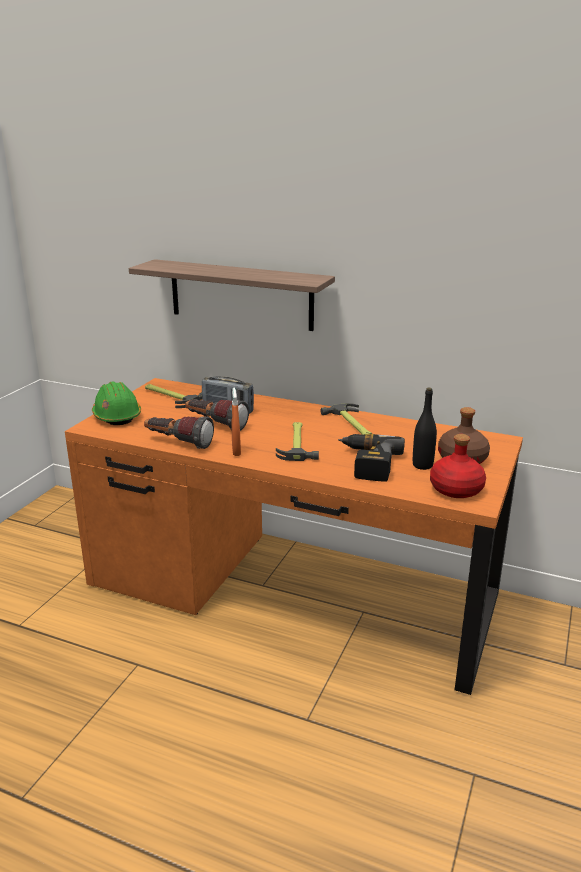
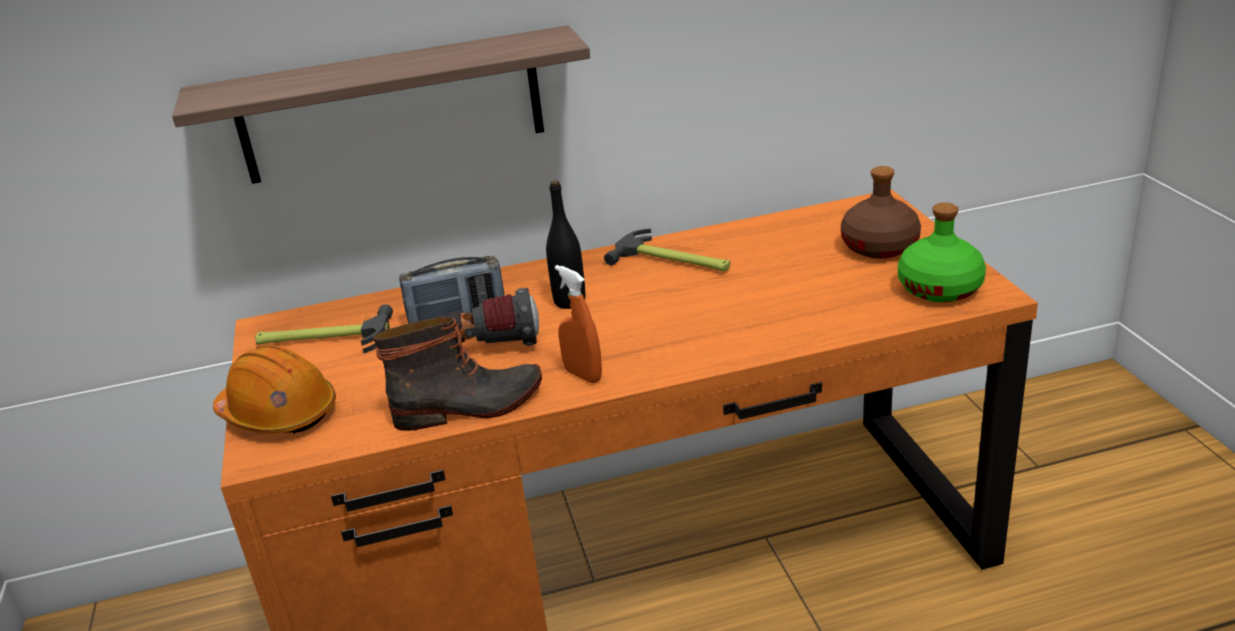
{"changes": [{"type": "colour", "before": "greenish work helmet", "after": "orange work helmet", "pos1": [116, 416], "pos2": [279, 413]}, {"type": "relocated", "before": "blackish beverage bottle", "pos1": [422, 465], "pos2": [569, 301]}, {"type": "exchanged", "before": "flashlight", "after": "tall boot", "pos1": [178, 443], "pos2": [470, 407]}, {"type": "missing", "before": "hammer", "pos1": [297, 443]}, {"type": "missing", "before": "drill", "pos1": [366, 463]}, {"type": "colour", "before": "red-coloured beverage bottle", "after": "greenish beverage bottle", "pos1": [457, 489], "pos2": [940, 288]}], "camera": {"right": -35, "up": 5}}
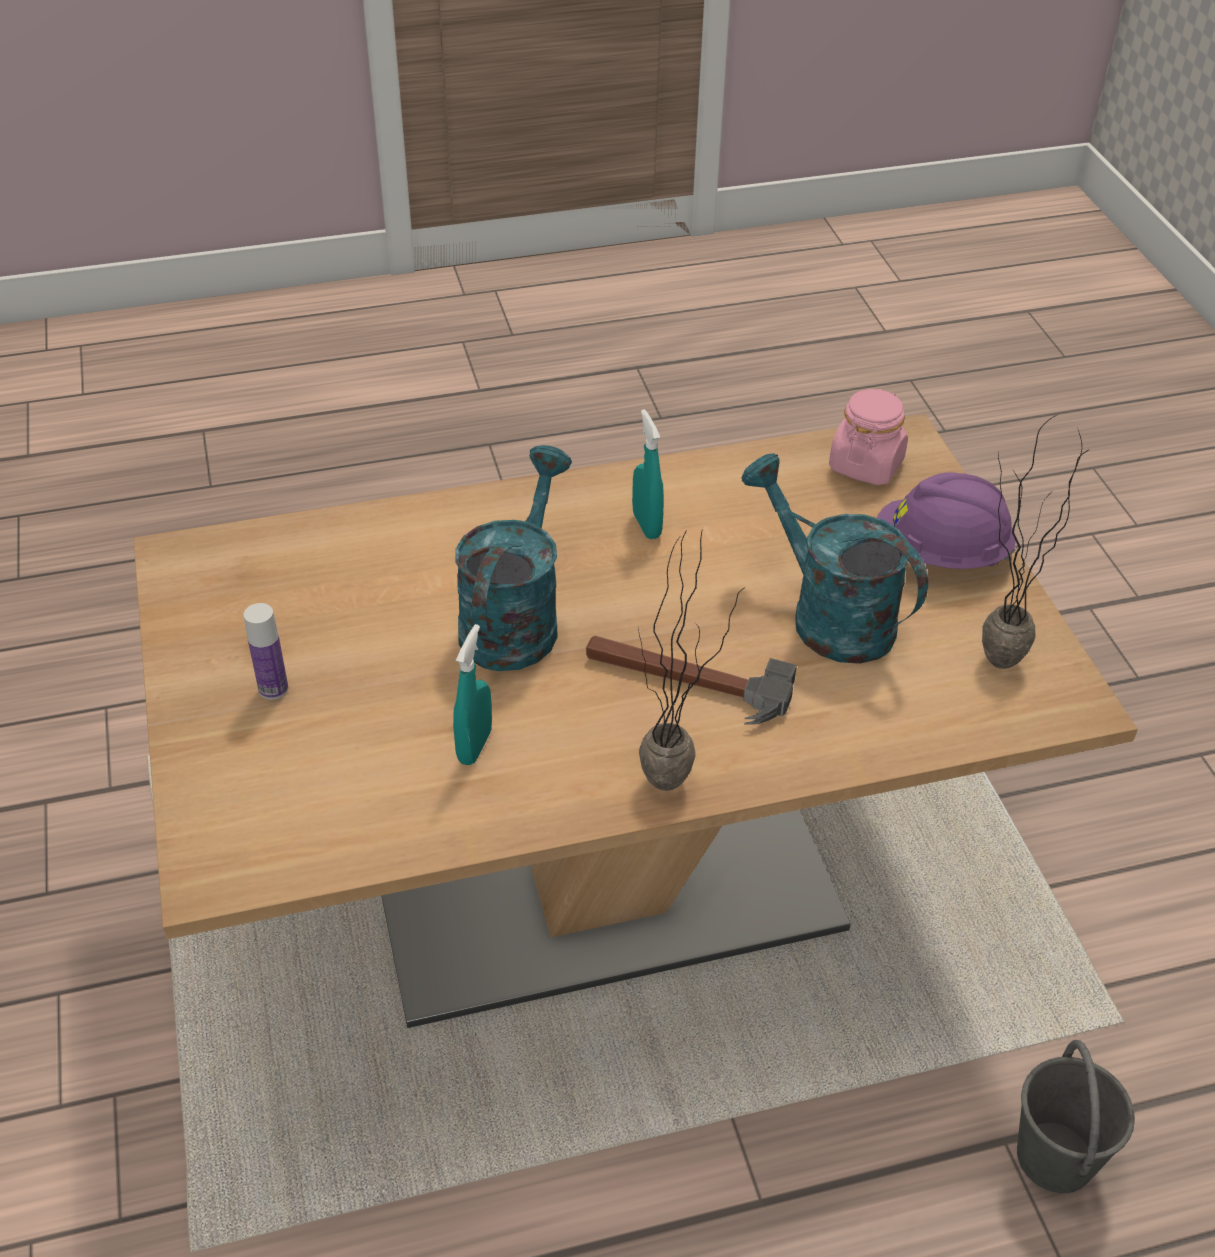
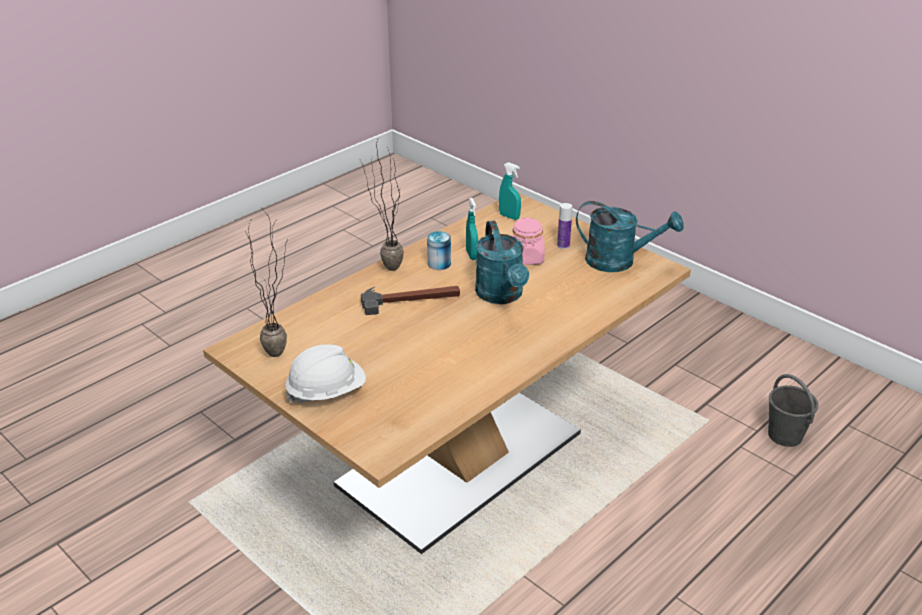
{"changes": [{"type": "relocated", "before": "pink-coloured jar", "pos1": [866, 465], "pos2": [526, 258]}, {"type": "relocated", "before": "turquoise-coloured hand sprayer", "pos1": [646, 525], "pos2": [509, 216]}, {"type": "relocated", "before": "turquoise-coloured watering can", "pos1": [828, 615], "pos2": [619, 261]}, {"type": "colour", "before": "purplish work helmet", "after": "whitish work helmet", "pos1": [939, 555], "pos2": [326, 392]}, {"type": "relocated", "before": "greyish bucket", "pos1": [1054, 1156], "pos2": [785, 436]}, {"type": "appeared", "after": "sealed can", "pos2": [439, 263]}], "camera": {"right": 150, "up": -10}}
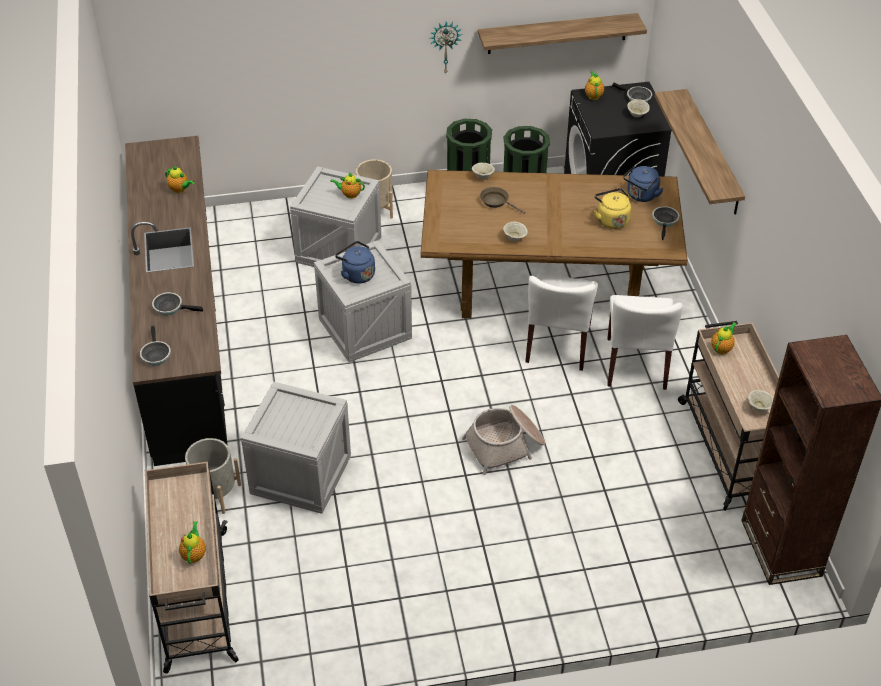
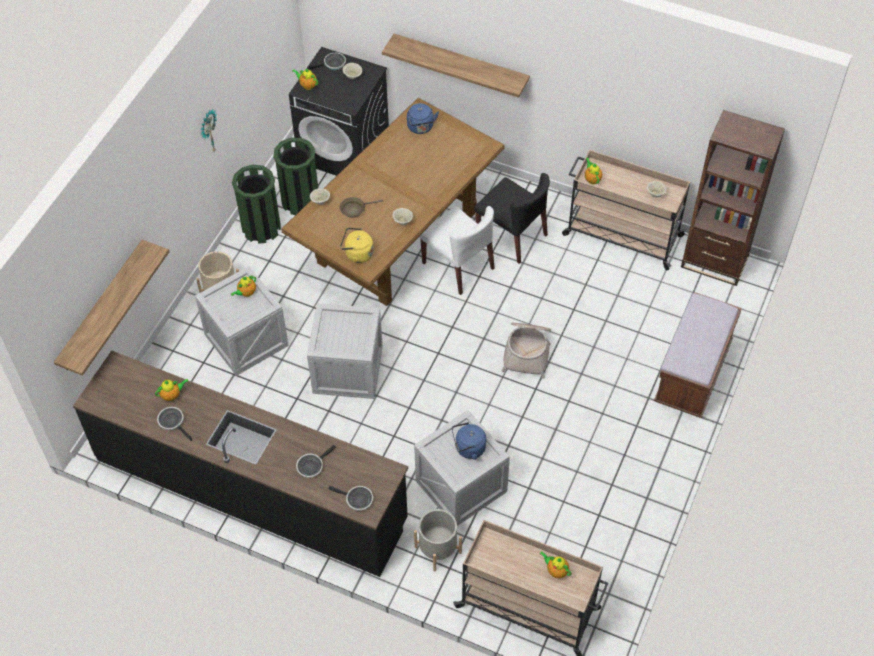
{"changes": [{"type": "relocated", "before": "wall shelf", "pos1": [557, 33], "pos2": [102, 307]}, {"type": "relocated", "before": "yellow-coloured kettle", "pos1": [611, 220], "pos2": [357, 254]}, {"type": "relocated", "before": "frying pan", "pos1": [665, 221], "pos2": [173, 422]}, {"type": "relocated", "before": "bluish kettle", "pos1": [356, 274], "pos2": [468, 448]}, {"type": "colour", "before": "whitish plain chair", "after": "blackish plain chair", "pos1": [636, 364], "pos2": [512, 236]}, {"type": "appeared", "after": "brown bench", "pos2": [693, 373]}], "camera": {"right": -55, "up": 10}}
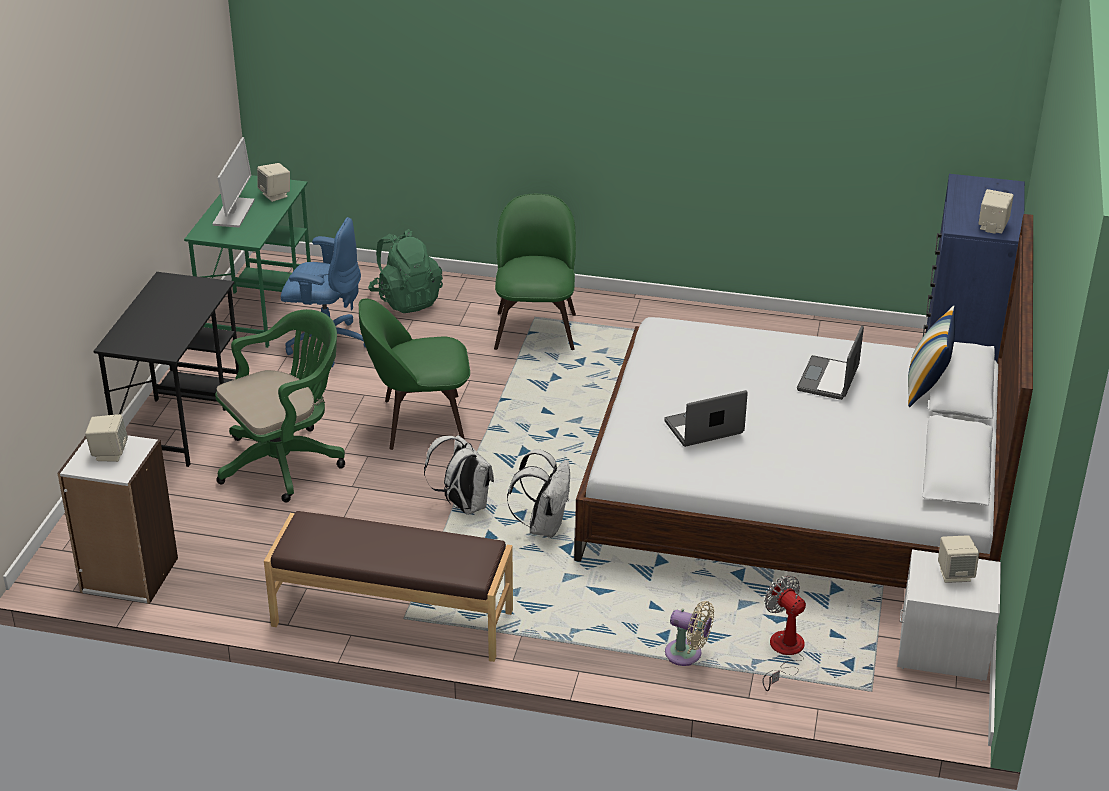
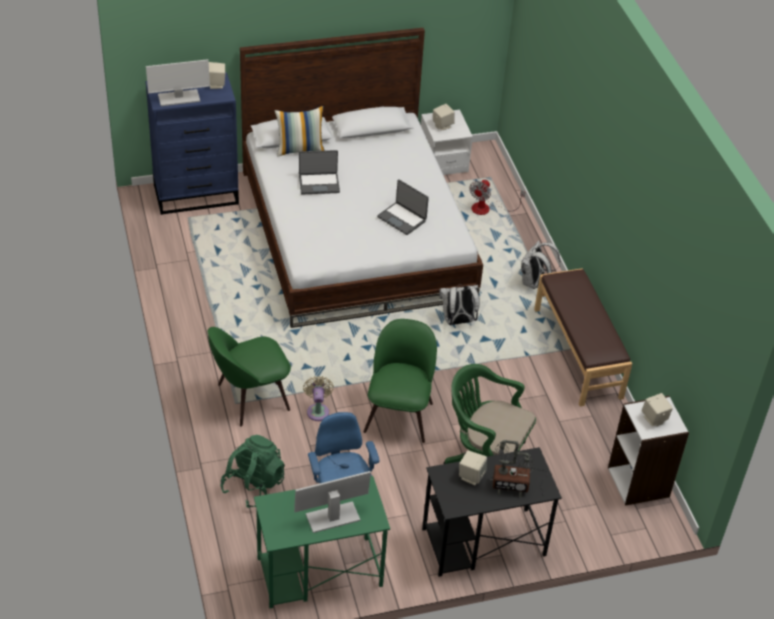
{"changes": [{"type": "relocated", "before": "beige-coloured loudspeaker", "pos1": [275, 195], "pos2": [471, 476]}, {"type": "spun", "before": "greenish plain chair", "pos1": [419, 422], "pos2": [399, 414], "turn": -135}, {"type": "relocated", "before": "whitish rucksack", "pos1": [463, 505], "pos2": [534, 283]}, {"type": "relocated", "before": "beige-coloured fan", "pos1": [687, 654], "pos2": [318, 410]}, {"type": "appeared", "after": "computer screen", "pos2": [178, 98]}, {"type": "appeared", "after": "table lamp", "pos2": [515, 484]}], "camera": {"right": -120, "up": 10}}
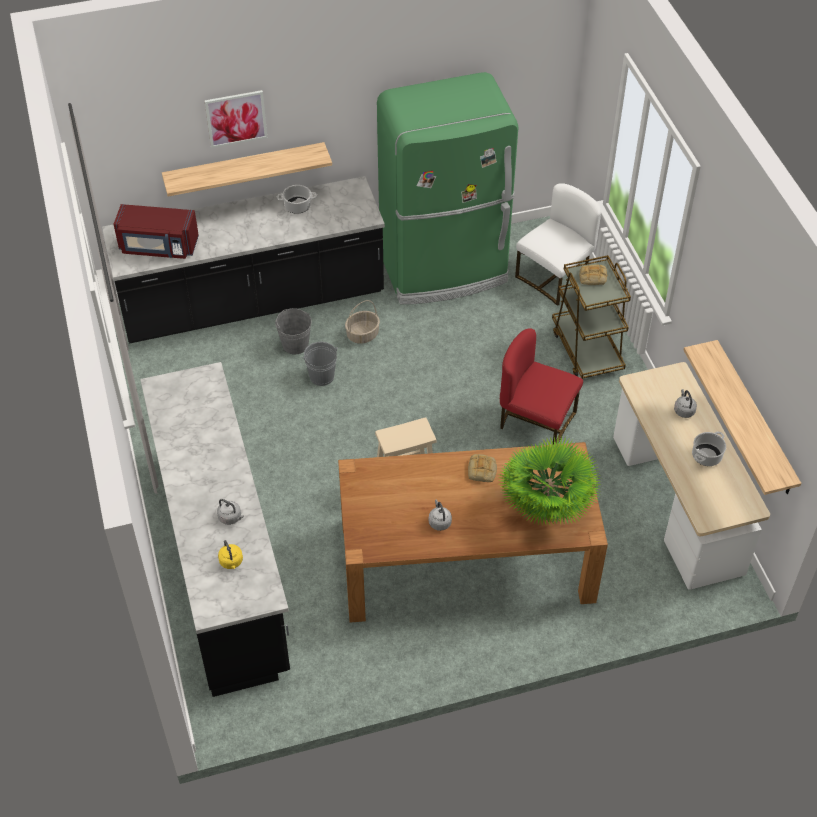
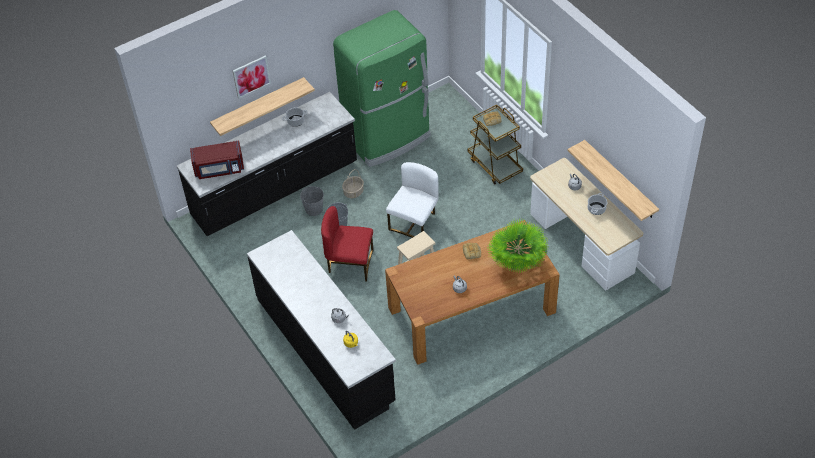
{"changes": [{"type": "relocated", "before": "whitish plain chair", "pos1": [555, 277], "pos2": [415, 222]}, {"type": "relocated", "before": "red-coloured plain chair", "pos1": [536, 423], "pos2": [350, 263]}], "camera": {"right": -15, "up": 0}}
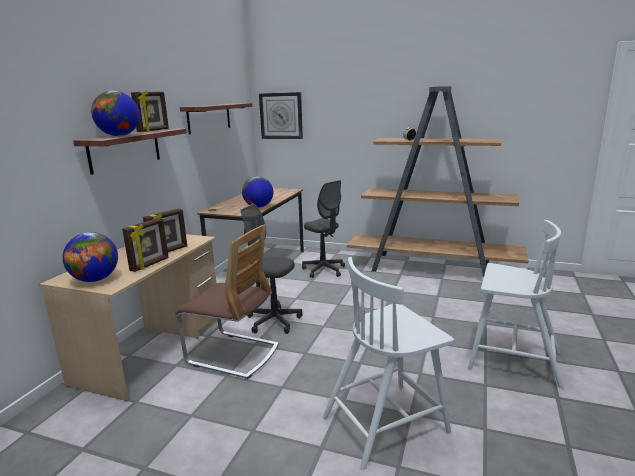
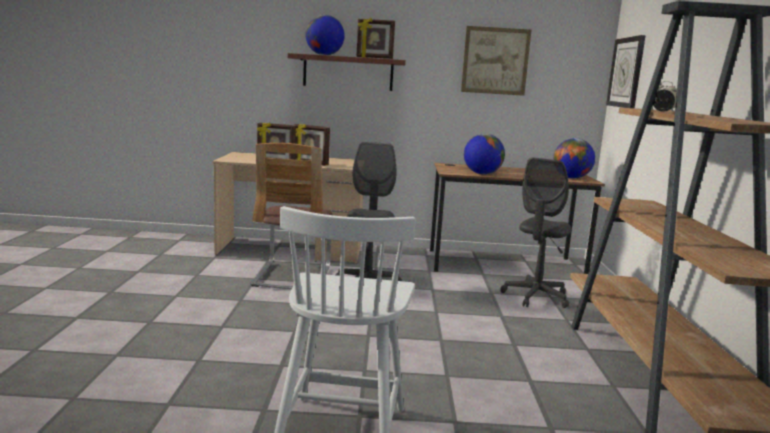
{"changes": [{"type": "exchanged", "before": "wall shelf", "after": "picture", "pos1": [209, 118], "pos2": [495, 61]}, {"type": "relocated", "before": "desk globe", "pos1": [95, 279], "pos2": [571, 178]}, {"type": "missing", "before": "whitish plain chair", "pos1": [386, 423]}], "camera": {"right": 70, "up": -5}}
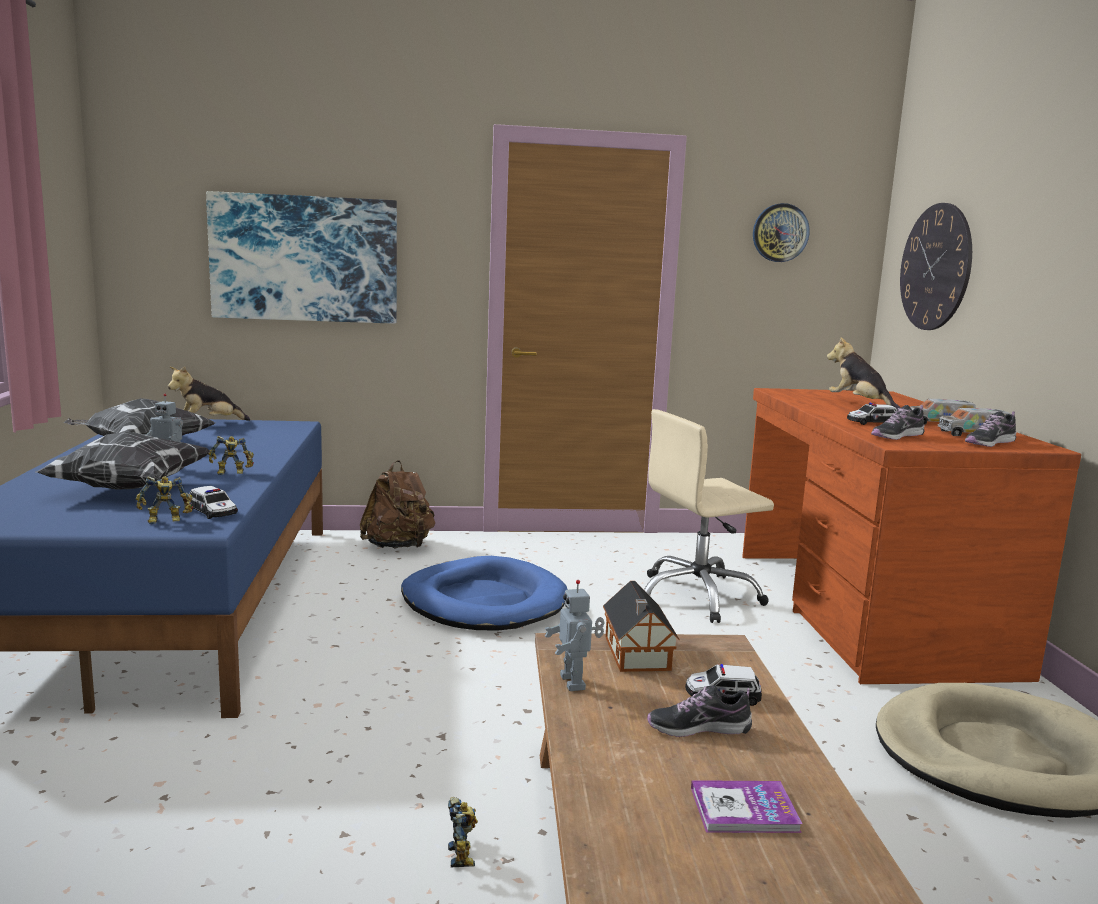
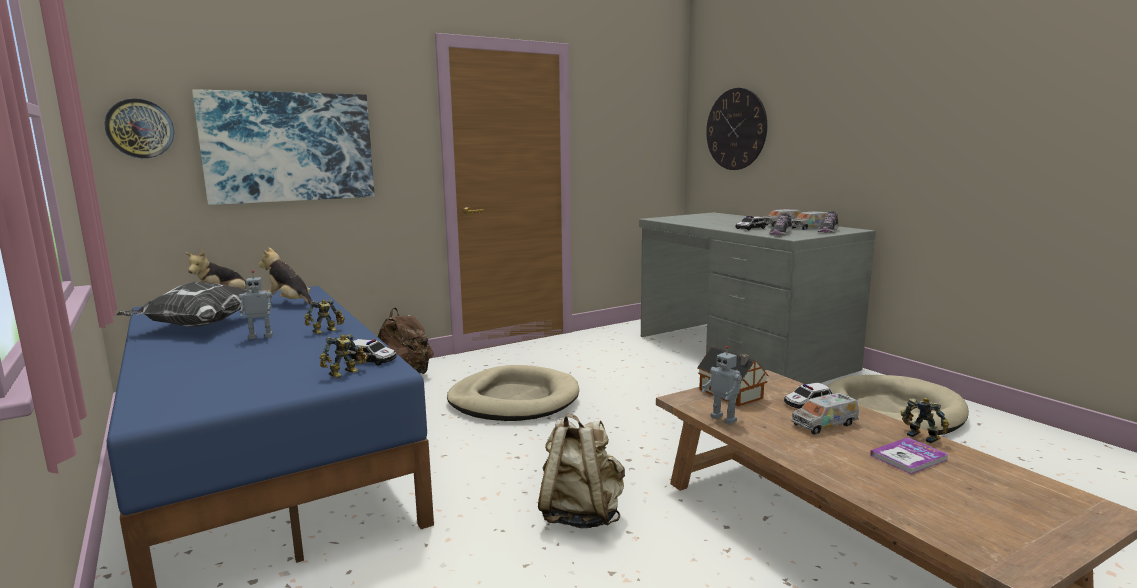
{"changes": [{"type": "relocated", "before": "hanging clock", "pos1": [780, 233], "pos2": [140, 128]}, {"type": "relocated", "before": "cuddly toy", "pos1": [860, 404], "pos2": [291, 303]}, {"type": "colour", "before": "brown desk", "after": "greyish desk", "pos1": [865, 610], "pos2": [741, 352]}, {"type": "missing", "before": "beige-coloured desk chair", "pos1": [698, 596]}, {"type": "missing", "before": "cushion", "pos1": [128, 488]}, {"type": "colour", "before": "bluish dog bed", "after": "beige-coloured dog bed", "pos1": [484, 601], "pos2": [514, 400]}, {"type": "exchanged", "before": "shoe", "after": "model truck", "pos1": [698, 728], "pos2": [824, 424]}, {"type": "relocated", "before": "toy robot", "pos1": [464, 854], "pos2": [923, 436]}, {"type": "appeared", "after": "beige-coloured rucksack", "pos2": [581, 515]}], "camera": {"right": -25, "up": 0}}
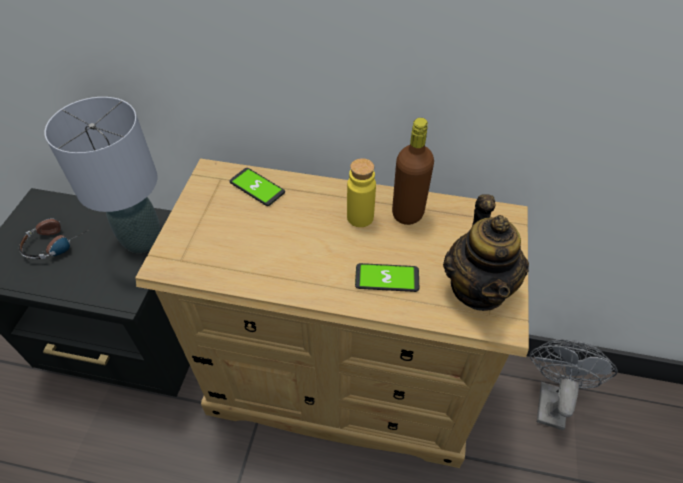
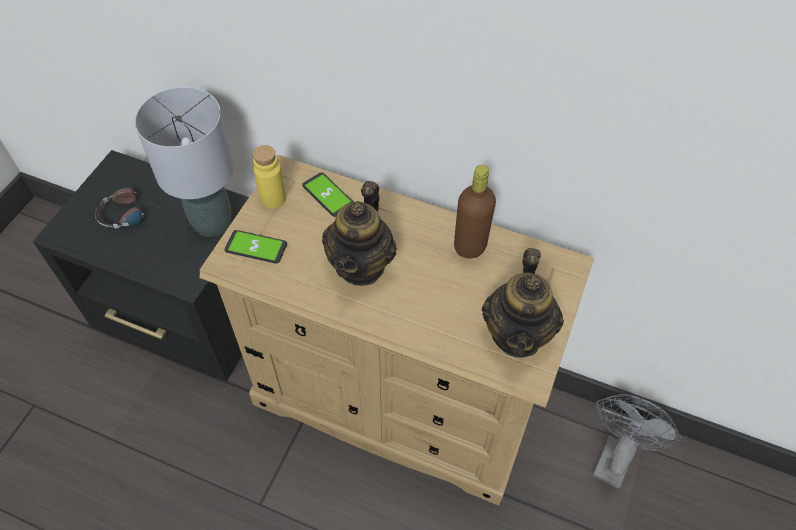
{"changes": [{"type": "relocated", "before": "yellow-coloured beverage bottle", "pos1": [360, 217], "pos2": [273, 198]}, {"type": "relocated", "before": "handset", "pos1": [387, 278], "pos2": [256, 247]}, {"type": "appeared", "after": "tea pot", "pos2": [361, 265]}], "camera": {"right": 10, "up": 5}}
